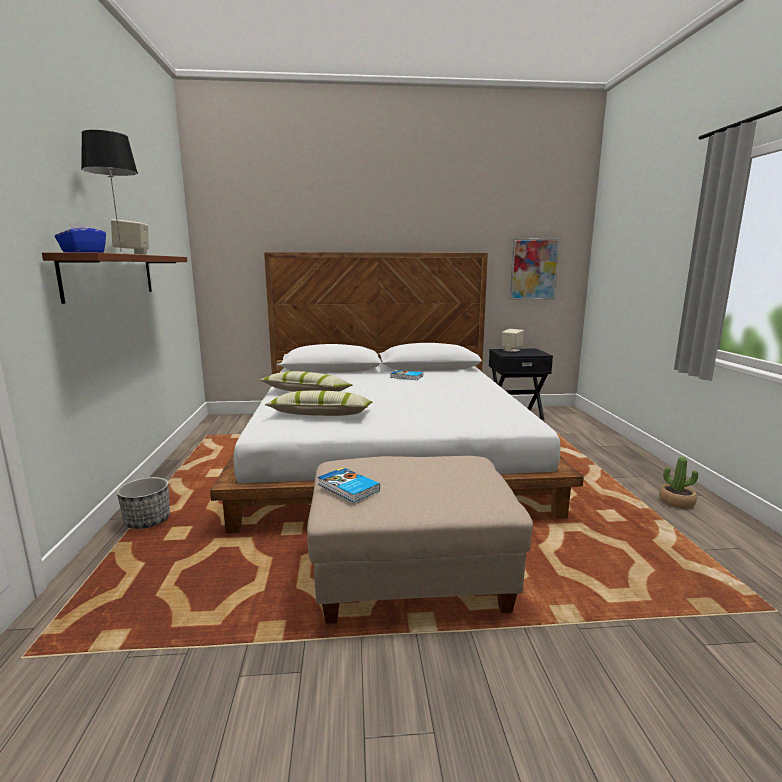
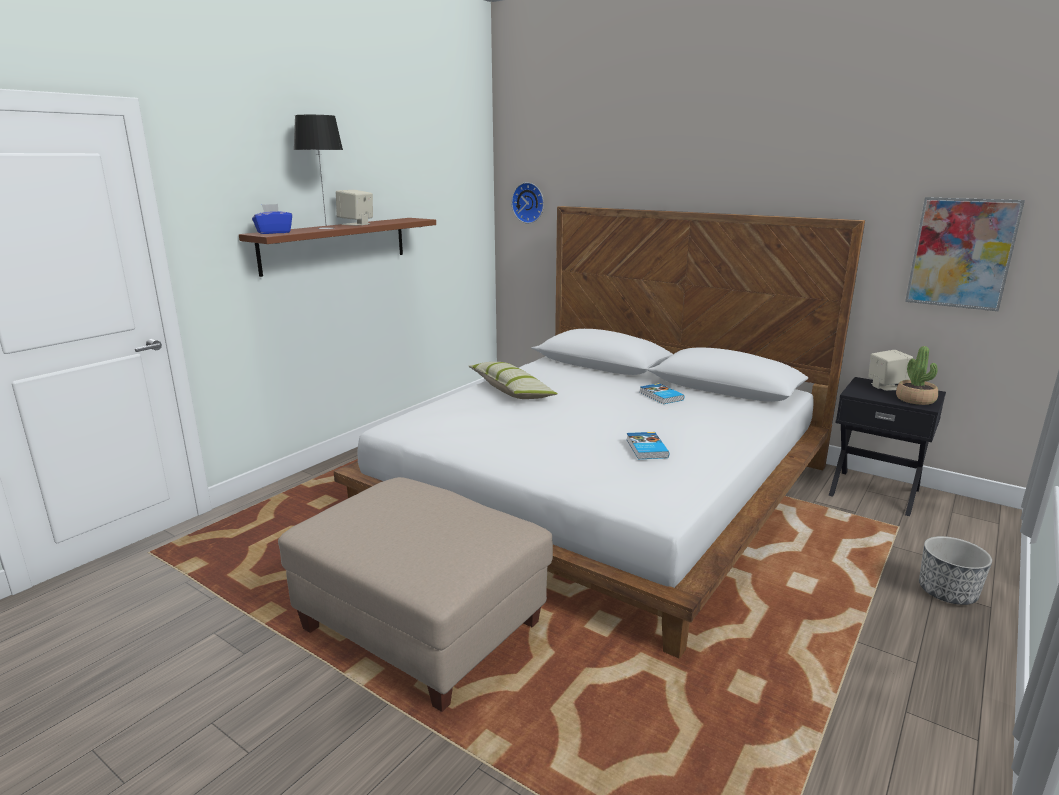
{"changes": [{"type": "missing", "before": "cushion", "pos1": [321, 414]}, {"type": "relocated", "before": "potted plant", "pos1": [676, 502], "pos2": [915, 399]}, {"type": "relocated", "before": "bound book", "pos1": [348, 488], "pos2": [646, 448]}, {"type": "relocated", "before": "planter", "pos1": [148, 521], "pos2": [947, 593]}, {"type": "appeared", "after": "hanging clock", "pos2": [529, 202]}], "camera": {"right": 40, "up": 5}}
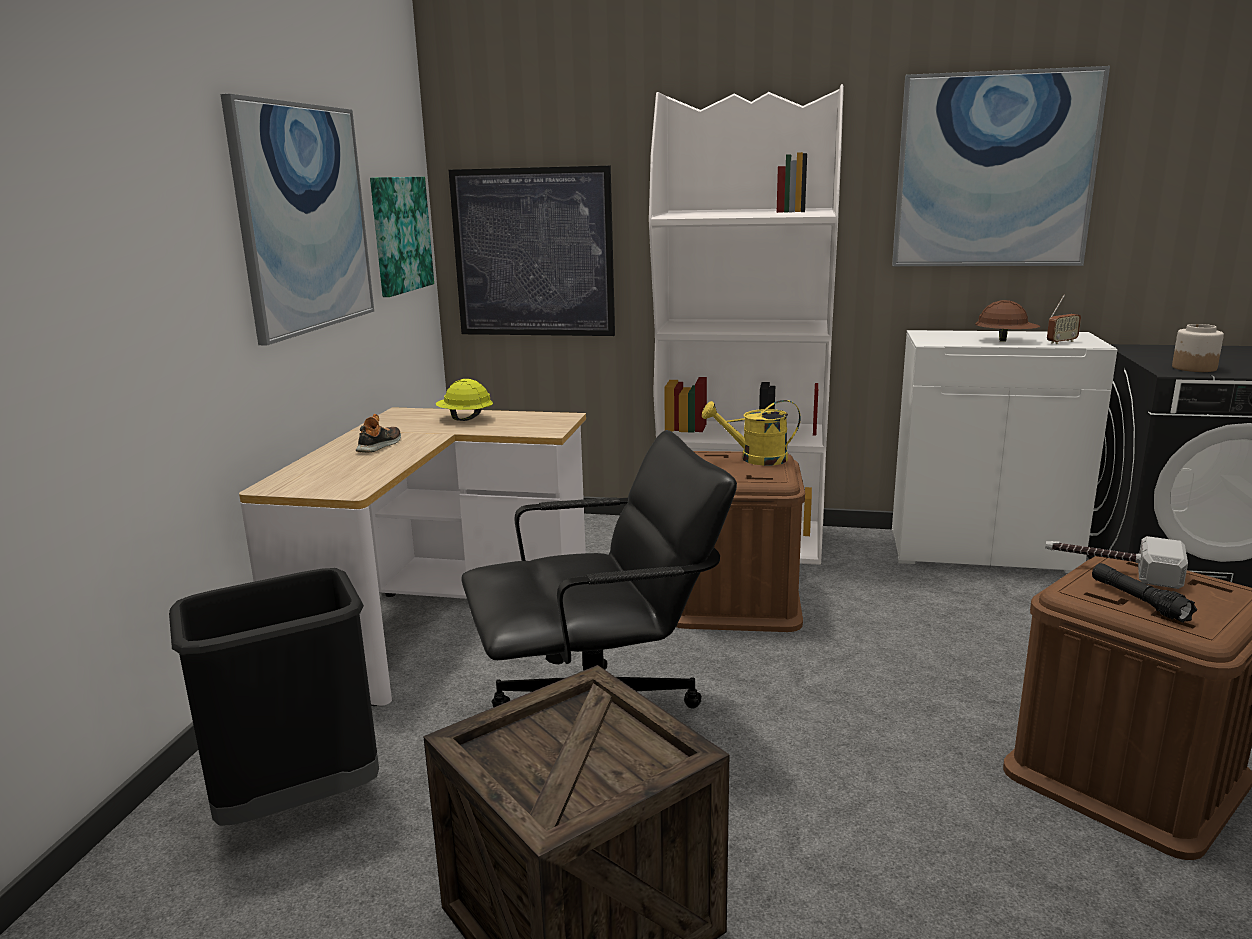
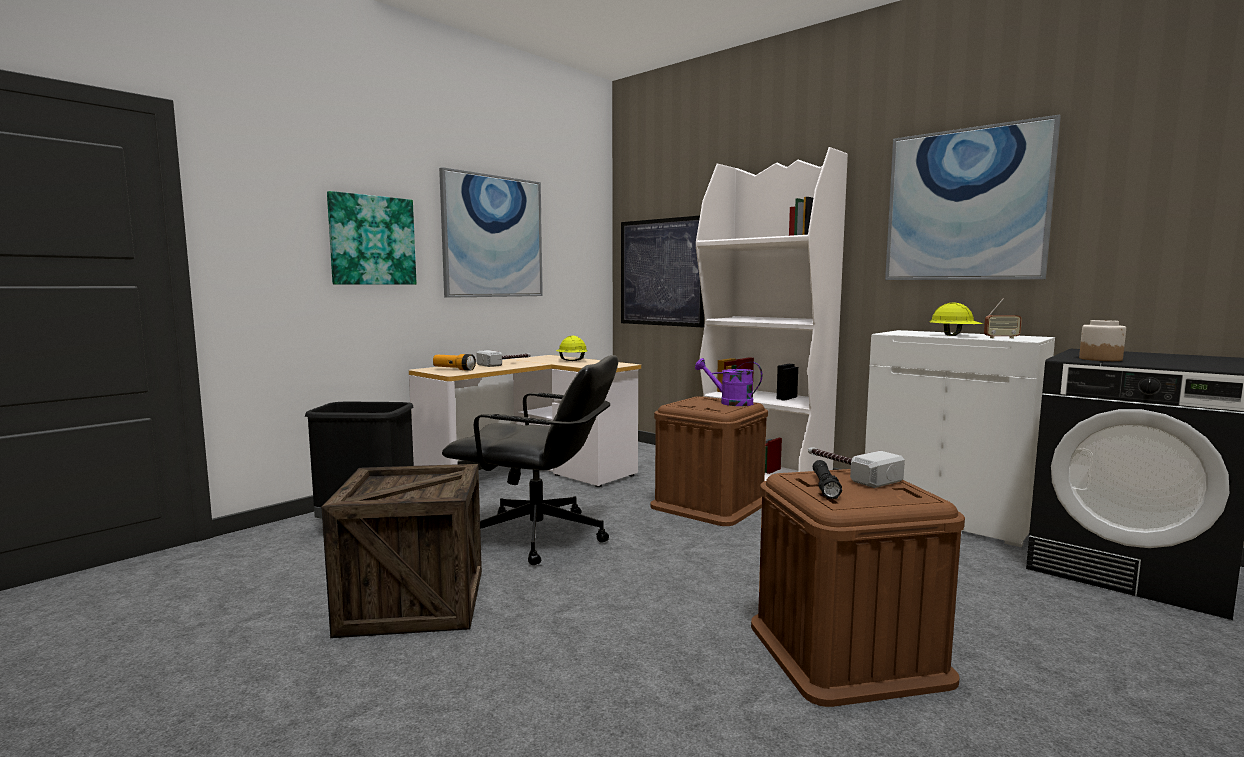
{"changes": [{"type": "relocated", "before": "picture", "pos1": [400, 234], "pos2": [372, 240]}, {"type": "colour", "before": "brown work helmet", "after": "yellow-coloured work helmet", "pos1": [1005, 341], "pos2": [955, 335]}, {"type": "colour", "before": "yellow-coloured watering can", "after": "purplish watering can", "pos1": [755, 459], "pos2": [730, 402]}, {"type": "exchanged", "before": "shoe", "after": "hammer", "pos1": [380, 445], "pos2": [506, 364]}, {"type": "appeared", "after": "flashlight", "pos2": [454, 369]}], "camera": {"right": 30, "up": -10}}
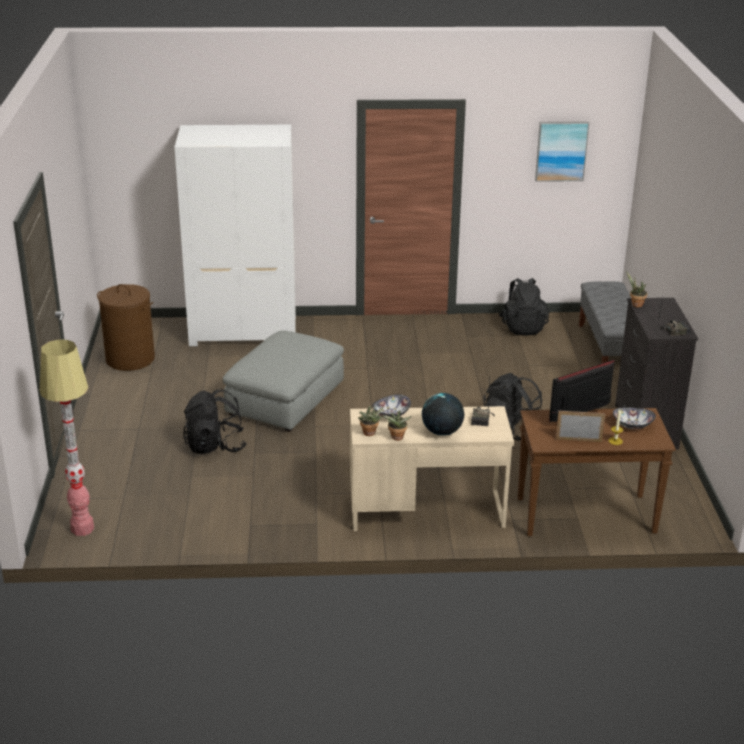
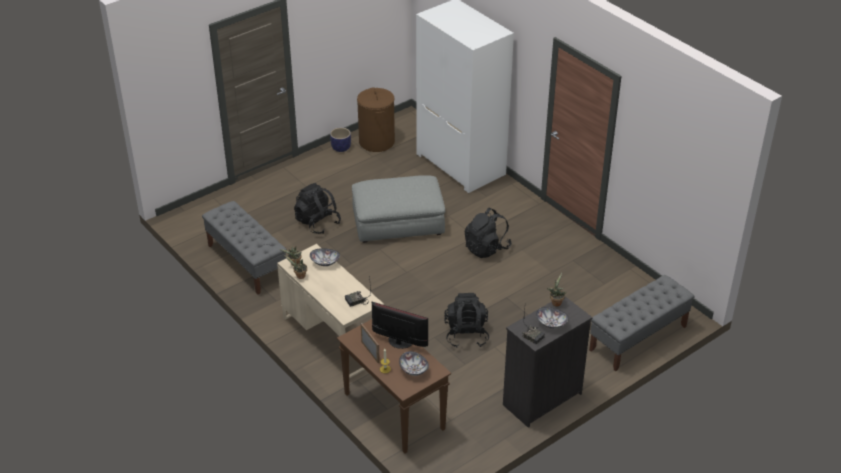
{"changes": [{"type": "missing", "before": "picture", "pos1": [561, 151]}, {"type": "relocated", "before": "blackish rucksack", "pos1": [522, 327], "pos2": [486, 248]}, {"type": "missing", "before": "standard lamp", "pos1": [82, 529]}, {"type": "missing", "before": "desk globe", "pos1": [442, 432]}, {"type": "appeared", "after": "planter", "pos2": [341, 148]}, {"type": "appeared", "after": "greyish bench", "pos2": [246, 262]}, {"type": "appeared", "after": "bowl", "pos2": [551, 324]}], "camera": {"right": 55, "up": 10}}
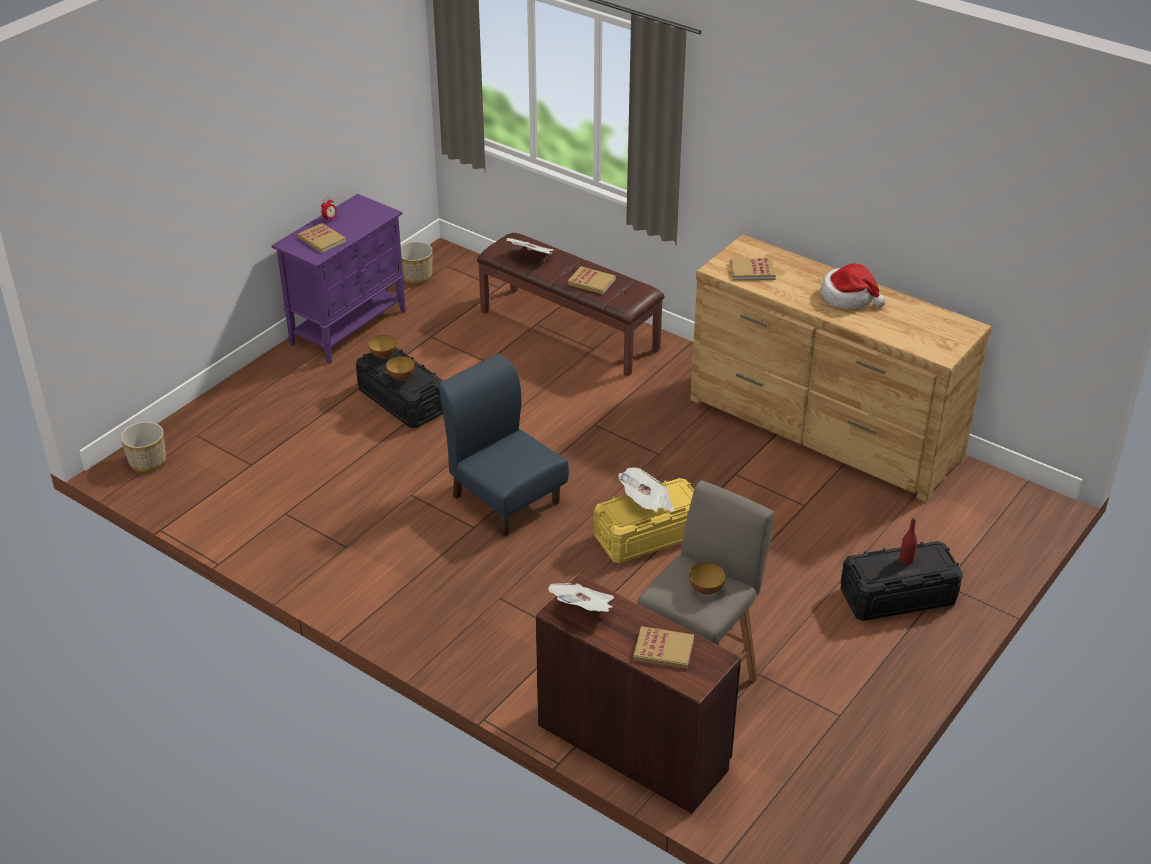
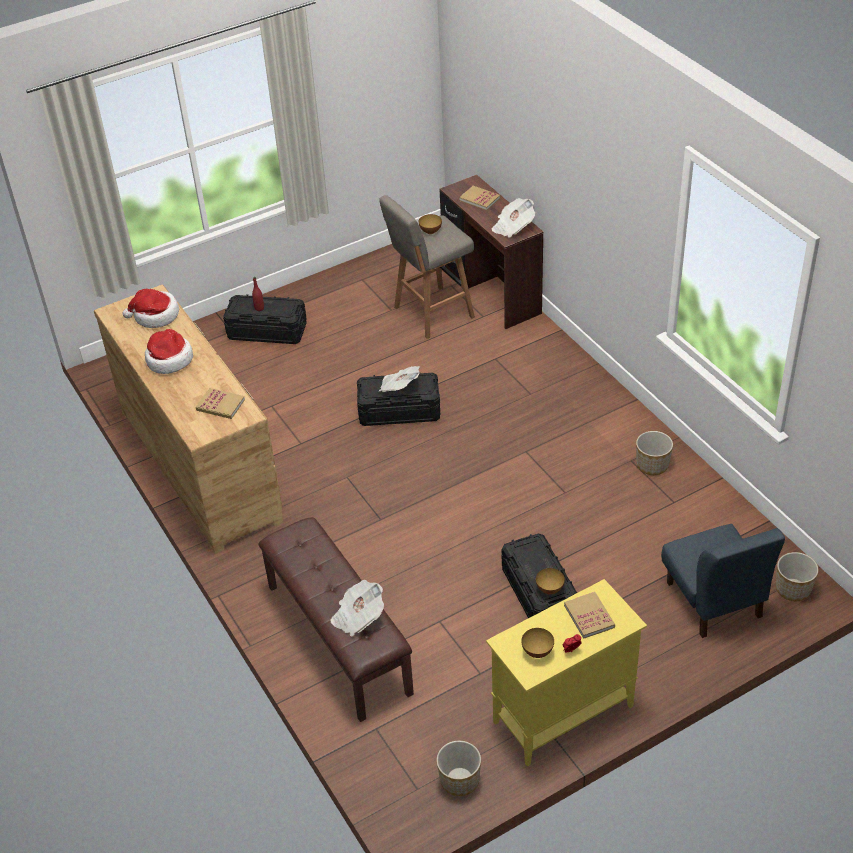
{"changes": [{"type": "colour", "before": "purplish cupboard", "after": "yellow-coloured cupboard", "pos1": [349, 327], "pos2": [562, 715]}, {"type": "missing", "before": "bound book", "pos1": [591, 282]}, {"type": "relocated", "before": "bluish plain chair", "pos1": [505, 498], "pos2": [713, 600]}, {"type": "relocated", "before": "bowl", "pos1": [401, 377], "pos2": [537, 652]}, {"type": "colour", "before": "yellow-coloured storage container", "after": "blackish storage container", "pos1": [649, 536], "pos2": [399, 411]}, {"type": "appeared", "after": "hat", "pos2": [155, 316]}, {"type": "appeared", "after": "planter", "pos2": [652, 465]}], "camera": {"right": -155, "up": 5}}
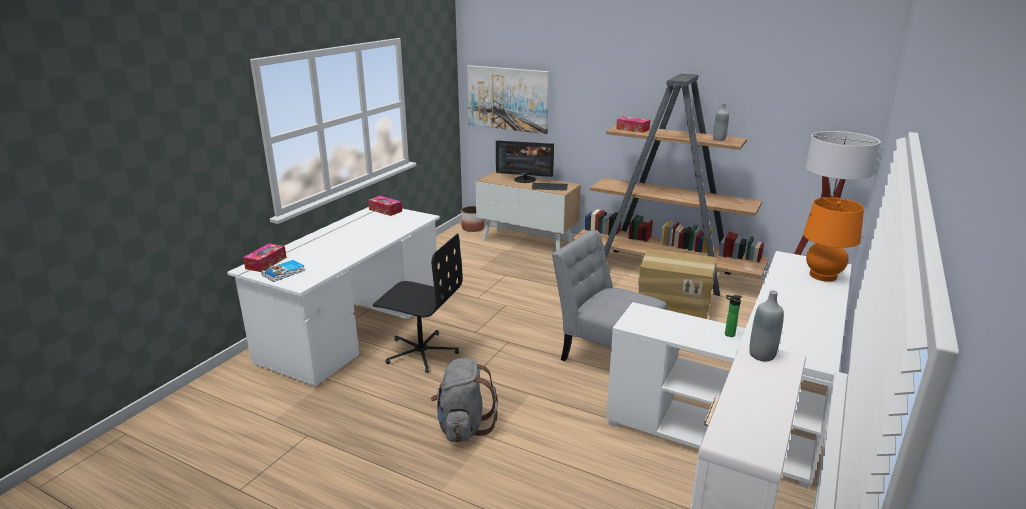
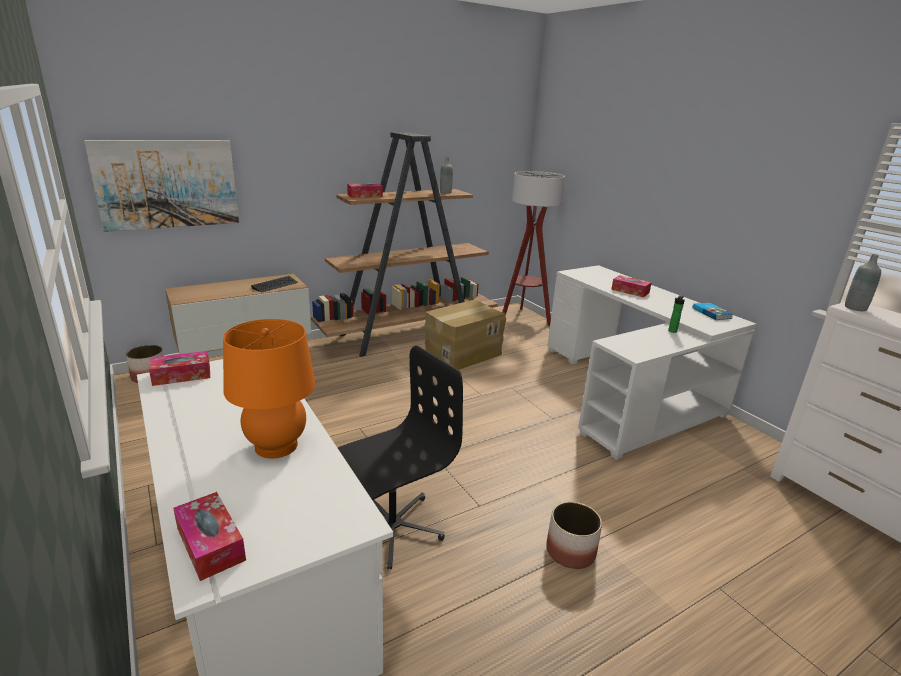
{"changes": [{"type": "missing", "before": "computer screen", "pos1": [525, 179]}, {"type": "relocated", "before": "orange table lamp", "pos1": [823, 276], "pos2": [276, 446]}, {"type": "missing", "before": "greyish plain chair", "pos1": [606, 354]}, {"type": "relocated", "before": "bound book", "pos1": [284, 273], "pos2": [712, 313]}, {"type": "exchanged", "before": "greyish rucksack", "after": "planter", "pos1": [463, 426], "pos2": [571, 551]}, {"type": "appeared", "after": "tissue holder", "pos2": [630, 291]}], "camera": {"right": -60, "up": 0}}
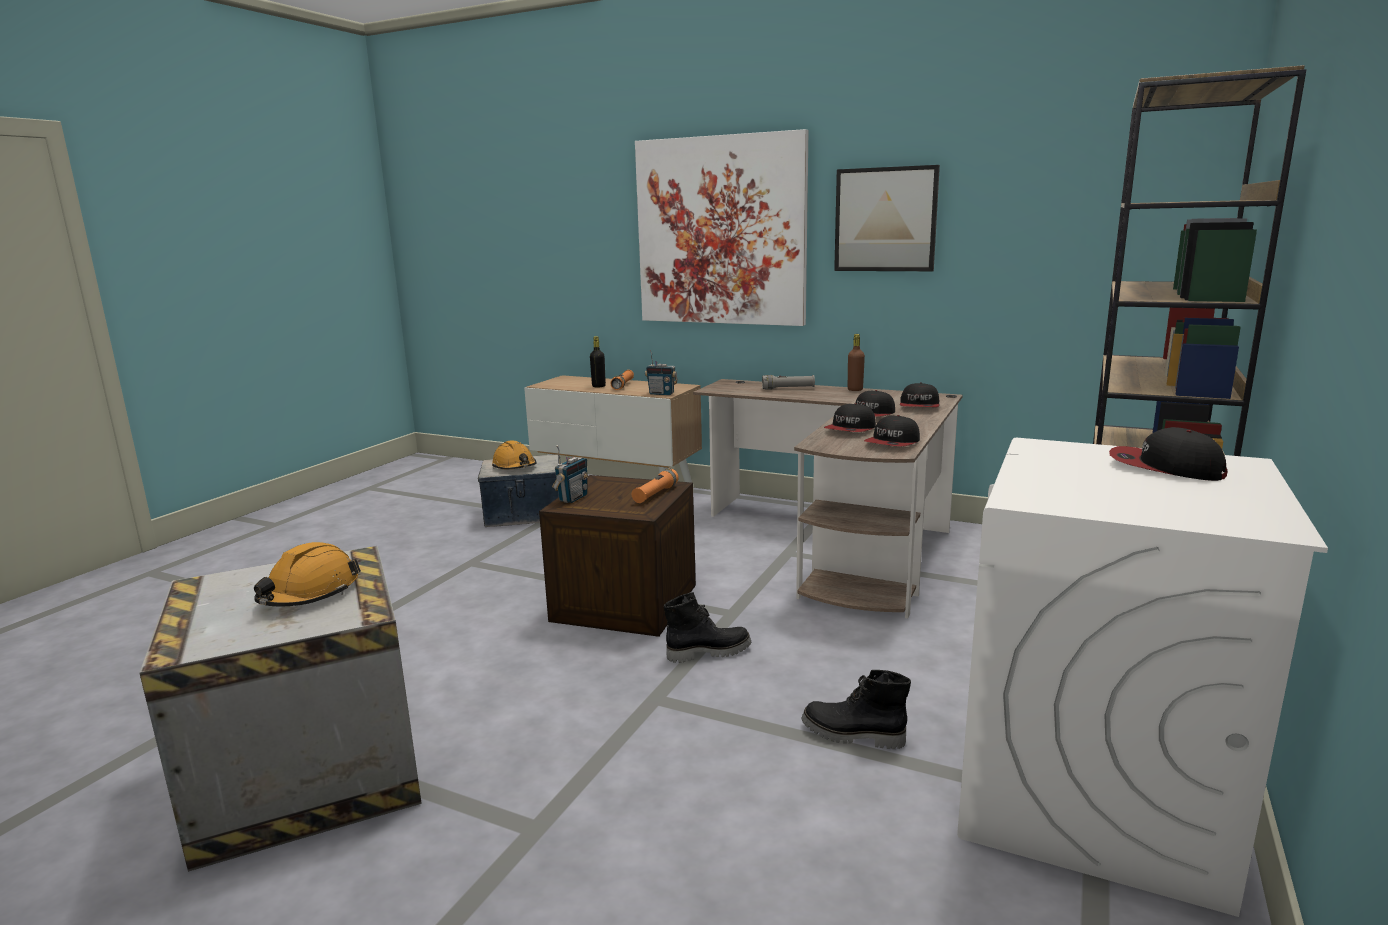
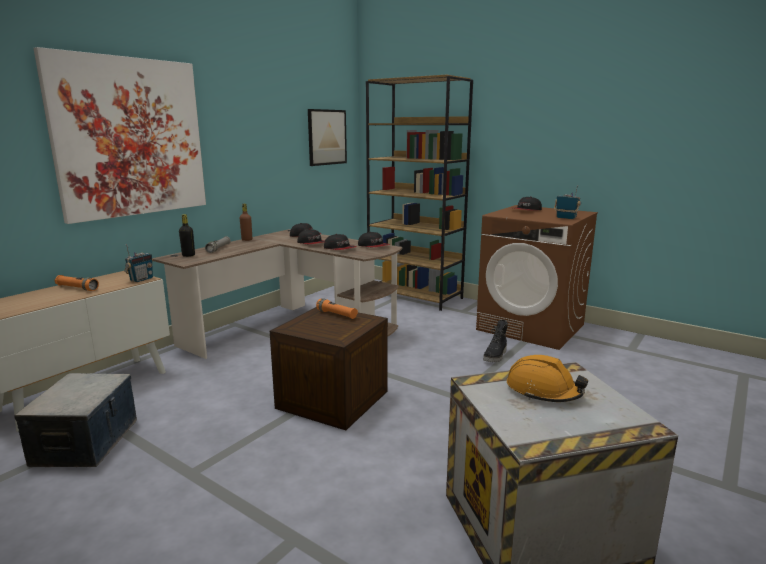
{"changes": [{"type": "relocated", "before": "picture", "pos1": [885, 219], "pos2": [327, 137]}, {"type": "relocated", "before": "blackish beverage bottle", "pos1": [598, 386], "pos2": [188, 255]}, {"type": "colour", "before": "whitish laundry appliance", "after": "brown laundry appliance", "pos1": [1092, 794], "pos2": [531, 327]}, {"type": "missing", "before": "orange work helmet", "pos1": [514, 466]}, {"type": "relocated", "before": "radio receiver", "pos1": [572, 498], "pos2": [566, 218]}, {"type": "missing", "before": "blackish tall boot", "pos1": [708, 652]}], "camera": {"right": -80, "up": 0}}
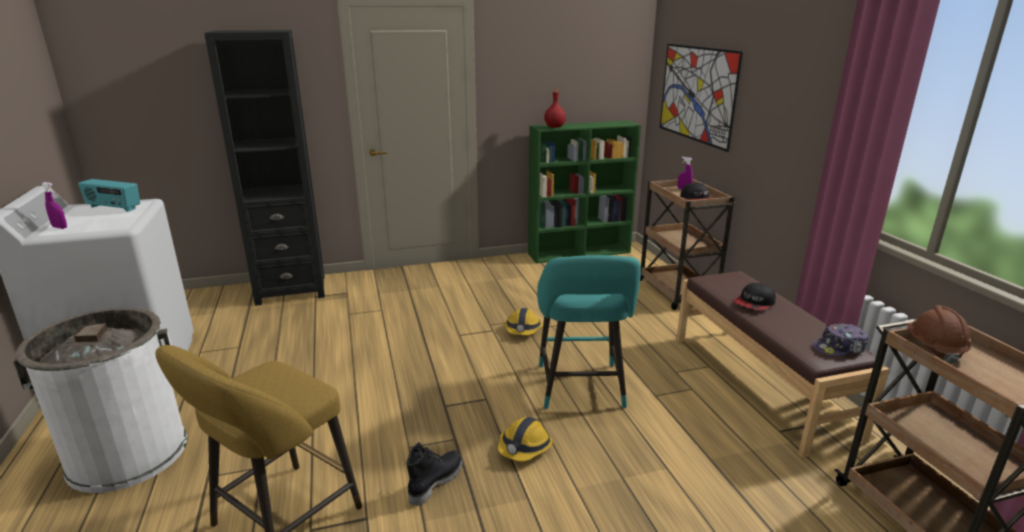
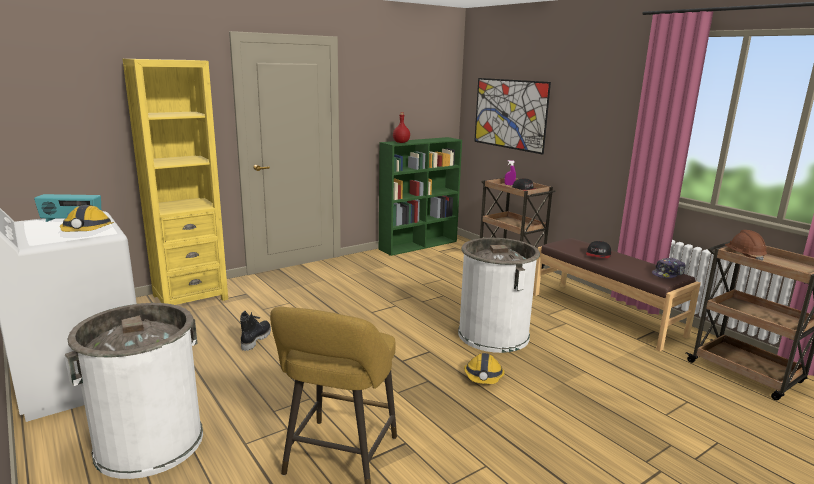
{"changes": [{"type": "colour", "before": "blackish bookshelf", "after": "yellow-coloured bookshelf", "pos1": [291, 290], "pos2": [190, 297]}, {"type": "missing", "before": "purplish hand sprayer", "pos1": [60, 227]}, {"type": "exchanged", "before": "turquoise-coloured stool seat", "after": "whitish rubbish bin", "pos1": [581, 389], "pos2": [493, 335]}, {"type": "relocated", "before": "work helmet", "pos1": [523, 330], "pos2": [87, 232]}, {"type": "relocated", "before": "blackish tall boot", "pos1": [435, 482], "pos2": [255, 339]}], "camera": {"right": -20, "up": -5}}
